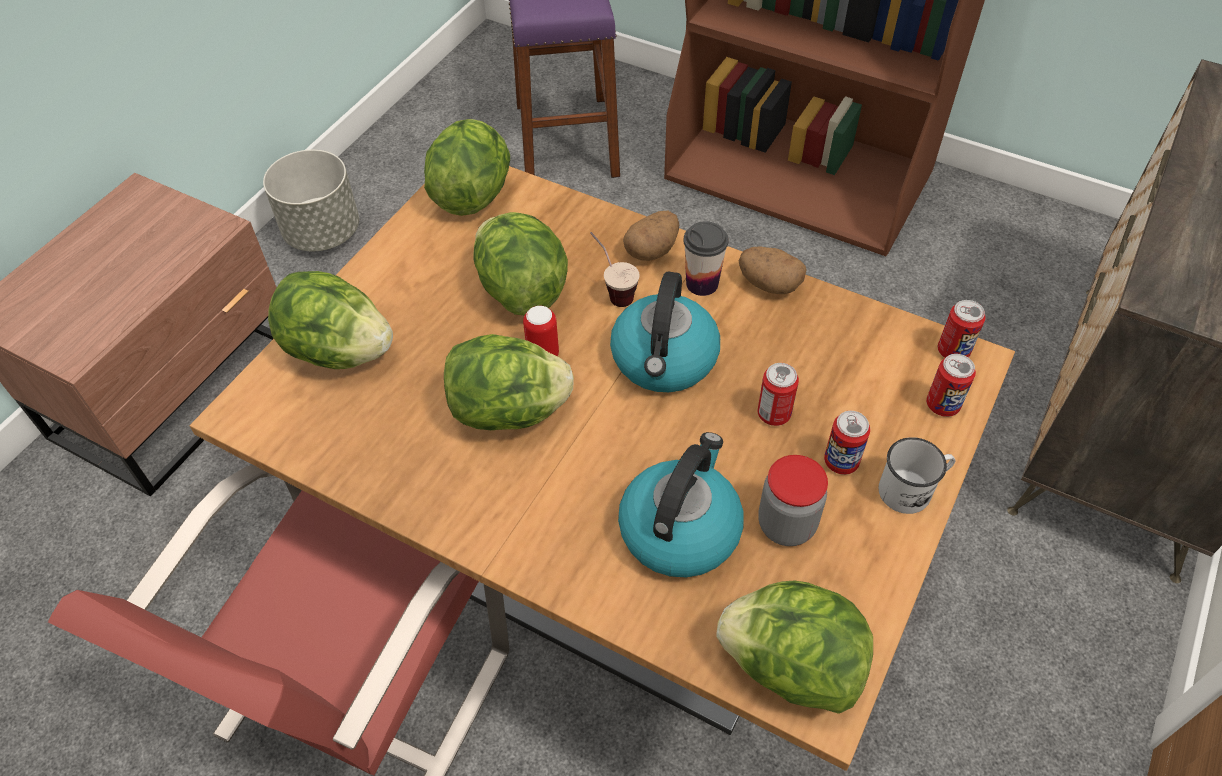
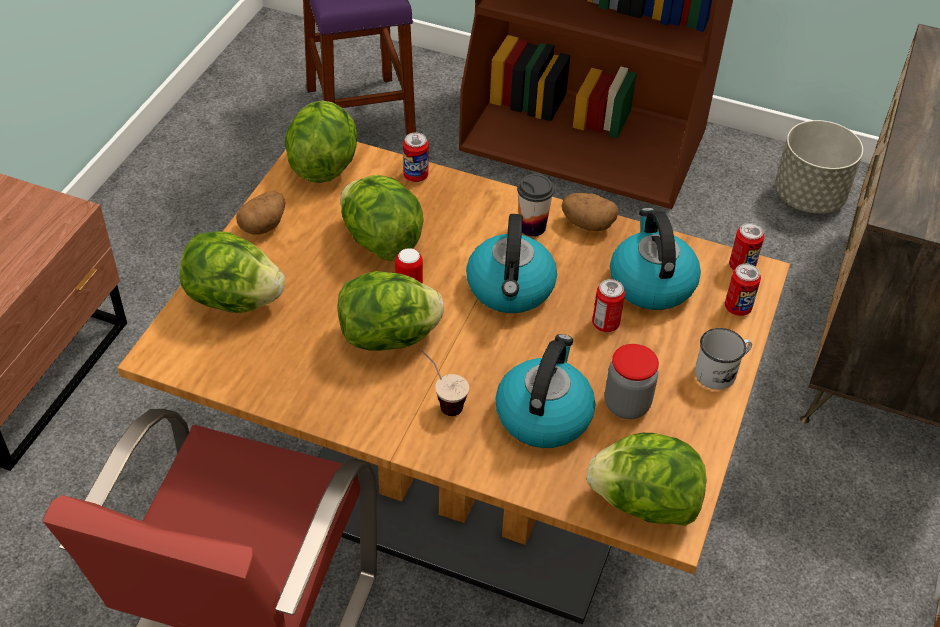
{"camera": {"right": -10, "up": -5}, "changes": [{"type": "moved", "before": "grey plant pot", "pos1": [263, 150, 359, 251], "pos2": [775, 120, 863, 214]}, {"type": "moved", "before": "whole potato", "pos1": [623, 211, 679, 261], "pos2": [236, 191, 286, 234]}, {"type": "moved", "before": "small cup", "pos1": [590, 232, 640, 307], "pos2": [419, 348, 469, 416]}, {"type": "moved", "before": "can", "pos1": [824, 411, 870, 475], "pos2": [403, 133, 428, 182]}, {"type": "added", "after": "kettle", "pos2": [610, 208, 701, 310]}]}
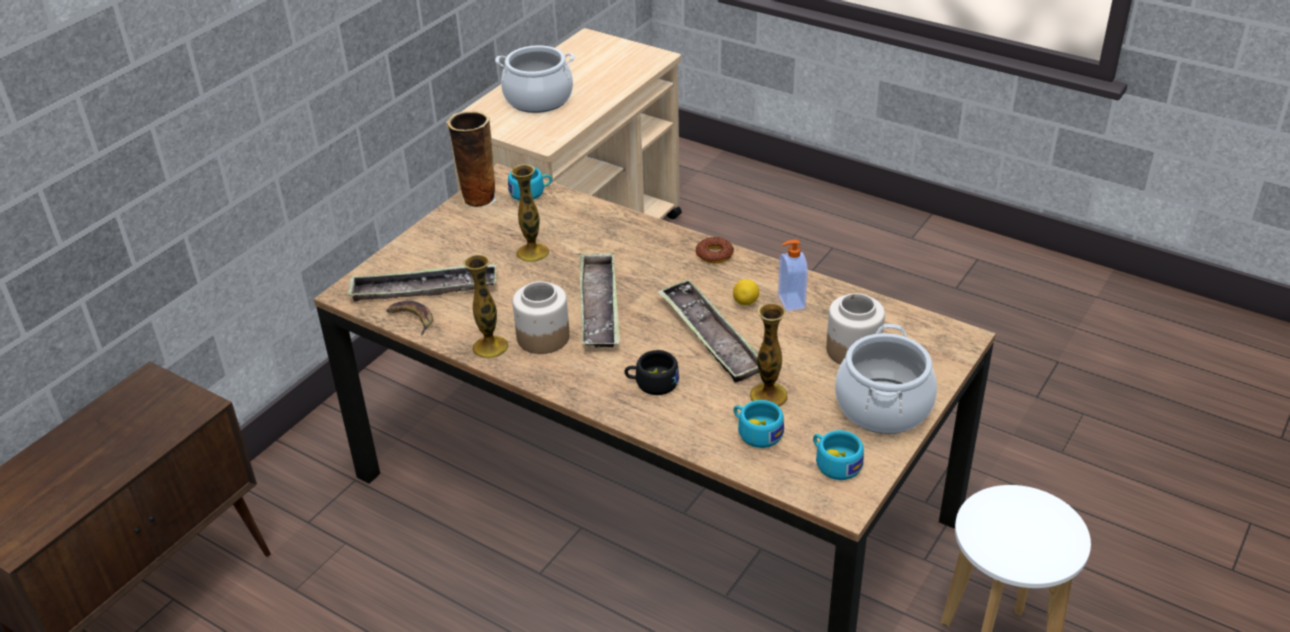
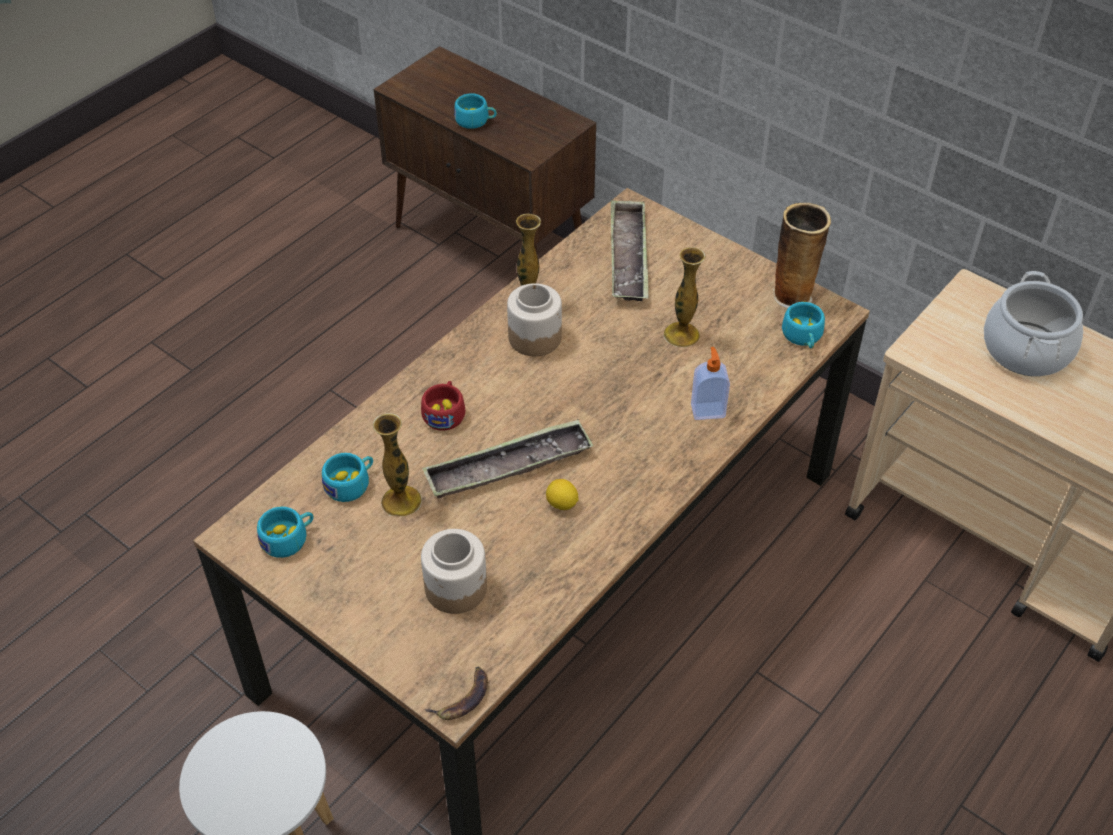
{"camera": {"right": 95, "up": 10}, "changes": [{"type": "removed", "before": "donut", "pos1": [696, 237, 734, 263]}, {"type": "moved", "before": "soap bottle", "pos1": [778, 239, 808, 311], "pos2": [691, 347, 730, 420]}, {"type": "removed", "before": "serving tray", "pos1": [579, 253, 620, 348]}, {"type": "moved", "before": "whole banana", "pos1": [386, 301, 433, 335], "pos2": [425, 667, 488, 720]}, {"type": "removed", "before": "cooking pot", "pos1": [835, 324, 937, 434]}, {"type": "recoloured", "before": "blackish small cup", "after": "red small cup", "pos1": [624, 350, 679, 395], "pos2": [421, 381, 465, 431]}, {"type": "added", "after": "blue-green small cup", "pos2": [454, 93, 497, 129]}]}
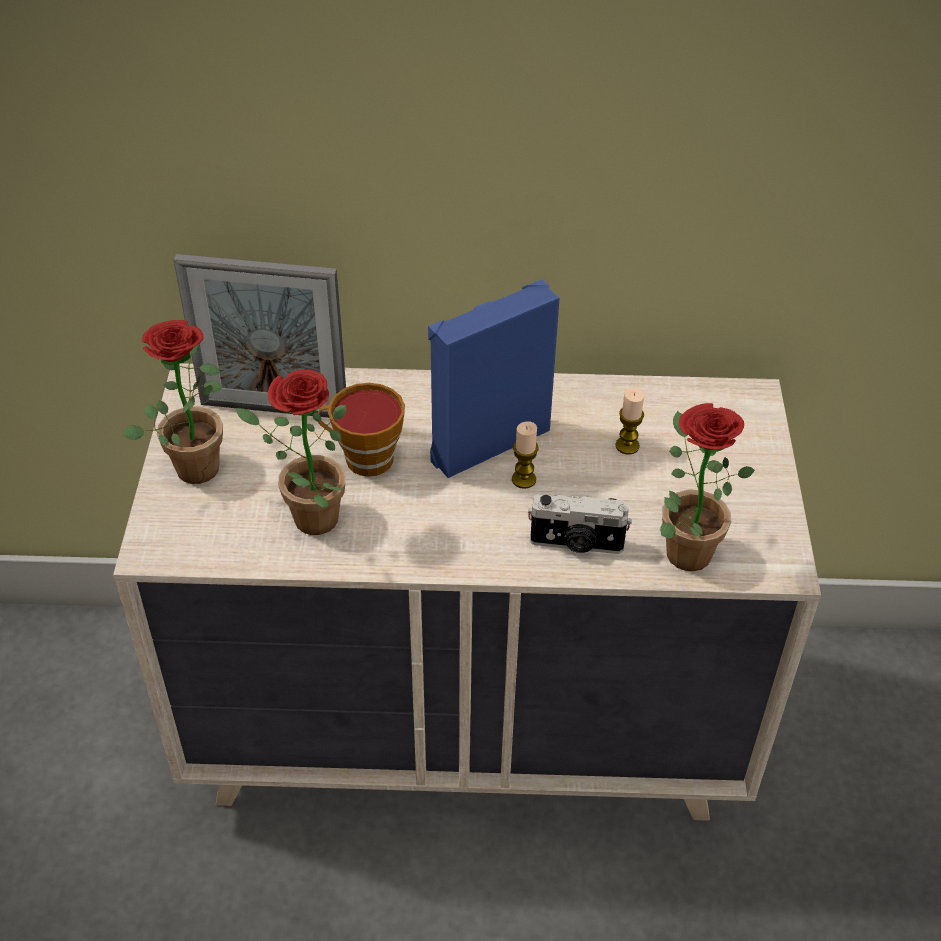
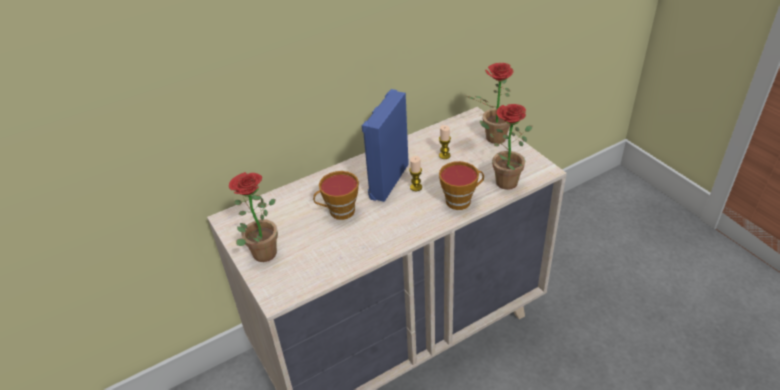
{"camera": {"right": -30, "up": -5}, "changes": [{"type": "removed", "before": "standing frame", "pos1": [173, 254, 346, 418]}, {"type": "moved", "before": "potted plant", "pos1": [235, 370, 346, 535], "pos2": [466, 63, 514, 144]}, {"type": "replaced", "before": "photo camera", "after": "small cup", "pos1": [528, 494, 632, 554], "pos2": [439, 161, 484, 210]}]}
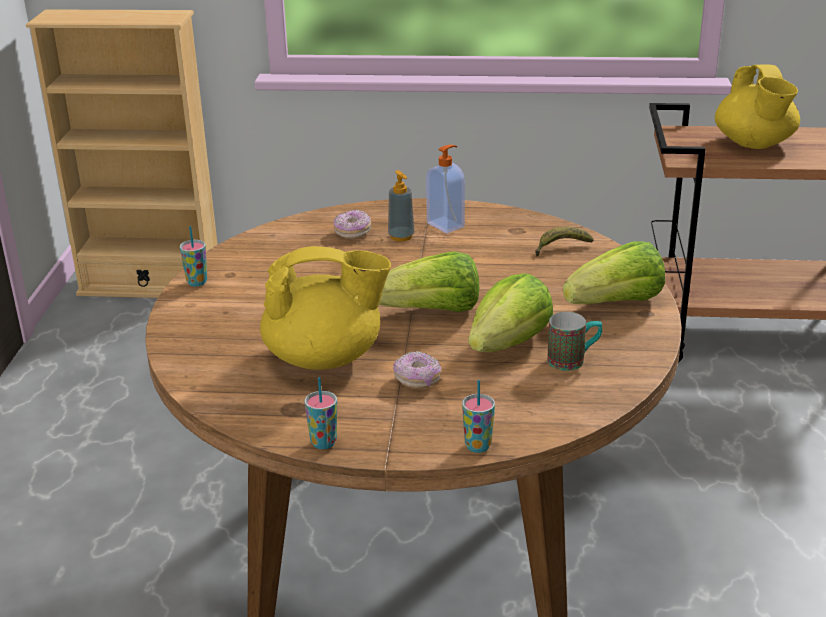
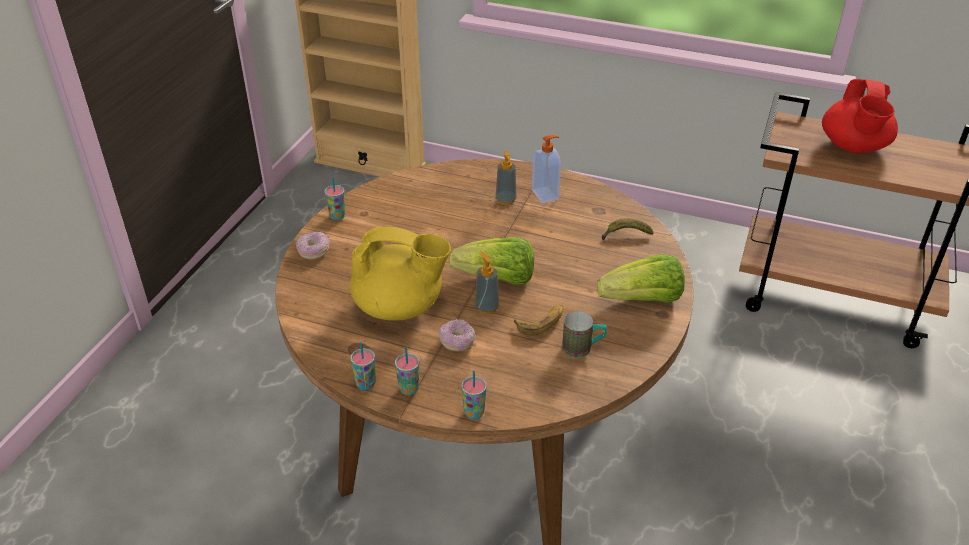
{"camera": {"right": 15, "up": 10}, "changes": [{"type": "recoloured", "before": "yellowish pot for tea", "after": "red pot for tea", "pos1": [715, 64, 800, 149], "pos2": [822, 79, 898, 153]}, {"type": "moved", "before": "donut", "pos1": [333, 210, 371, 239], "pos2": [296, 232, 329, 260]}, {"type": "replaced", "before": "lettuce", "after": "whole banana", "pos1": [468, 273, 553, 352], "pos2": [514, 305, 563, 336]}, {"type": "added", "after": "soap bottle", "pos2": [475, 252, 499, 314]}, {"type": "added", "after": "small cup", "pos2": [395, 347, 419, 395]}]}
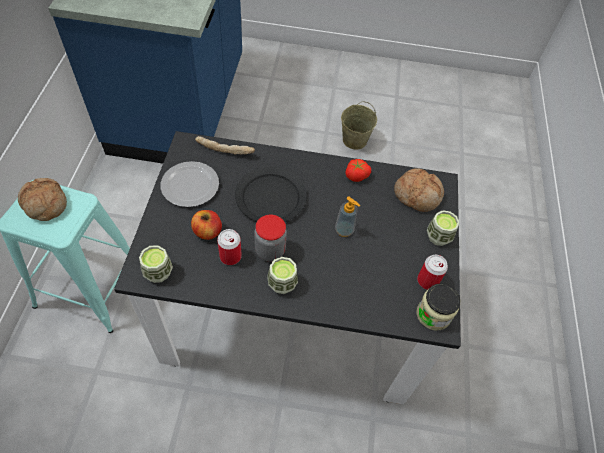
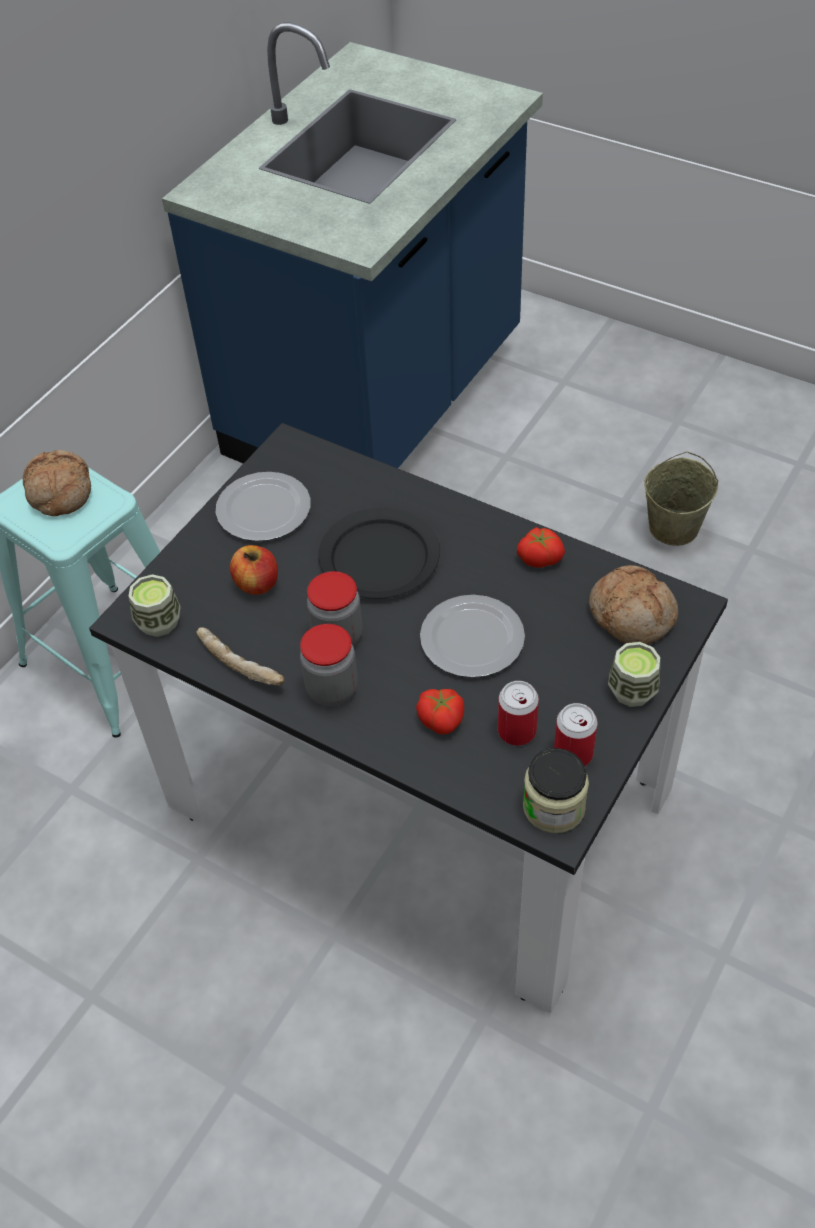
{"camera": {"right": 30, "up": -5}, "changes": [{"type": "moved", "before": "baked bread", "pos1": [195, 136, 255, 155], "pos2": [196, 627, 285, 686]}, {"type": "replaced", "before": "soap bottle", "after": "dinner plate", "pos1": [335, 196, 360, 237], "pos2": [420, 595, 525, 678]}, {"type": "moved", "before": "can", "pos1": [217, 229, 242, 265], "pos2": [498, 681, 539, 746]}, {"type": "replaced", "before": "small cup", "after": "storage jar", "pos1": [267, 257, 298, 294], "pos2": [300, 624, 358, 706]}, {"type": "added", "after": "whole tomato", "pos2": [416, 689, 464, 734]}]}
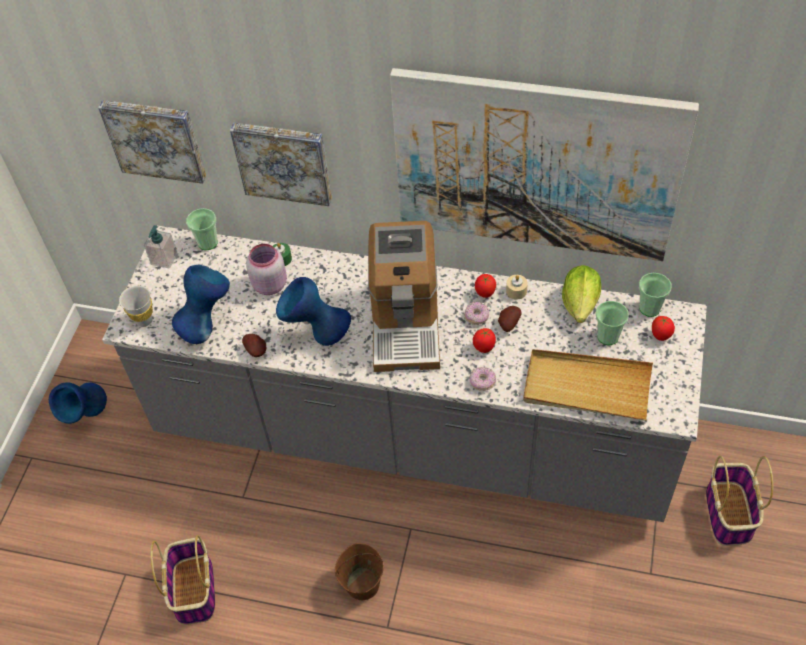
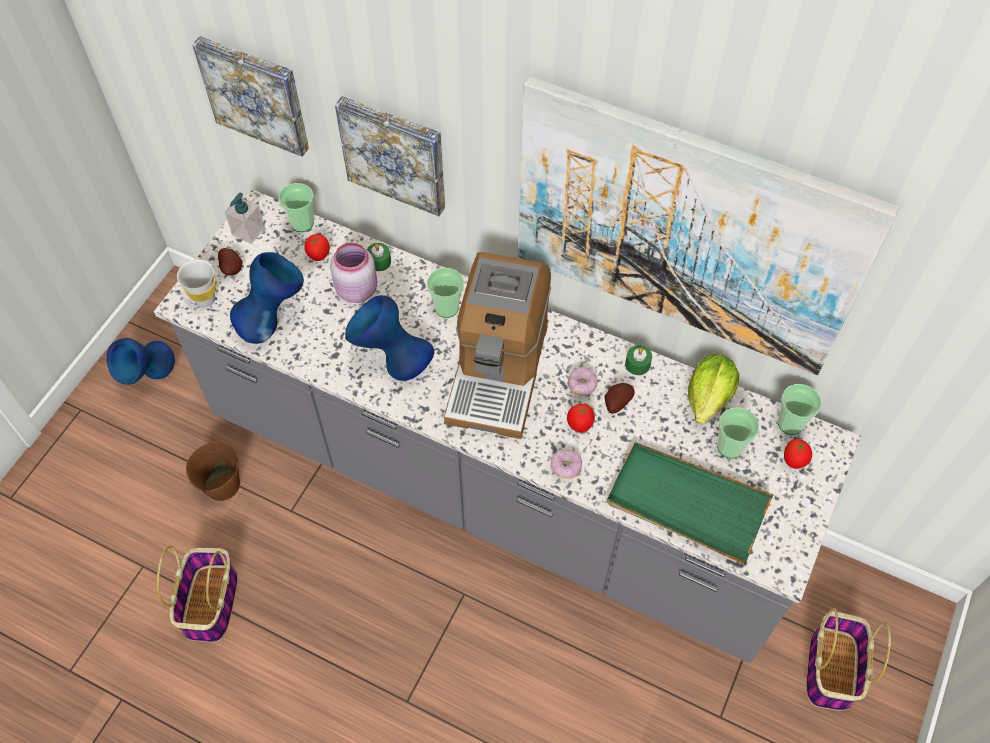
{"camera": {"right": 10, "up": 5}, "changes": [{"type": "moved", "before": "whole tomato", "pos1": [475, 274, 496, 298], "pos2": [304, 234, 330, 261]}, {"type": "recoloured", "before": "beige wax candle", "after": "green-coloured wax candle", "pos1": [506, 275, 528, 300], "pos2": [625, 345, 652, 375]}, {"type": "moved", "before": "whole potato", "pos1": [242, 334, 266, 357], "pos2": [218, 248, 242, 276]}, {"type": "recoloured", "before": "beige serving tray", "after": "green-coloured serving tray", "pos1": [523, 349, 653, 421], "pos2": [607, 442, 774, 565]}, {"type": "moved", "before": "brownish pail", "pos1": [335, 543, 384, 600], "pos2": [186, 440, 240, 501]}, {"type": "added", "after": "small cup", "pos2": [427, 268, 464, 318]}]}
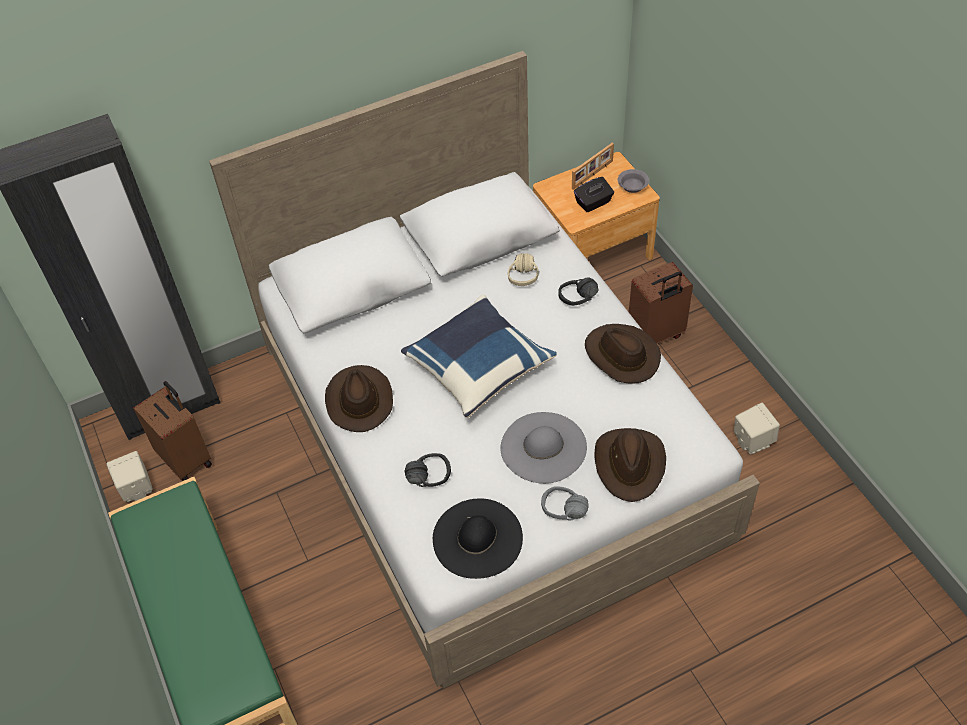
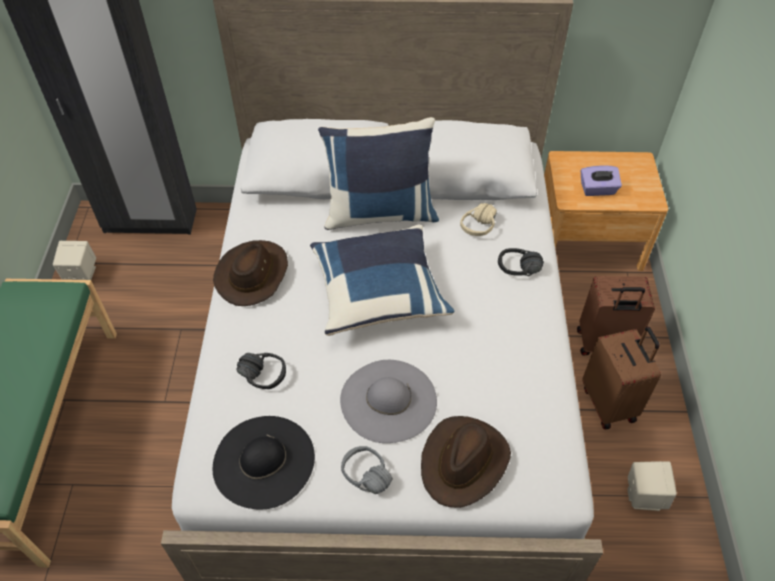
{"camera": {"right": 25, "up": 0}, "changes": [{"type": "removed", "before": "standing frame", "pos1": [572, 143, 614, 190]}, {"type": "removed", "before": "grey serving bowl", "pos1": [618, 169, 649, 193]}, {"type": "recoloured", "before": "blackish box of tissues", "after": "purplish box of tissues", "pos1": [574, 177, 614, 212], "pos2": [581, 166, 622, 196]}, {"type": "removed", "before": "brownish clothing hat", "pos1": [585, 324, 661, 384]}, {"type": "moved", "before": "brownish piece of luggage", "pos1": [133, 381, 212, 481], "pos2": [582, 327, 661, 430]}, {"type": "added", "after": "blue-coloured throw pillow", "pos2": [318, 117, 439, 230]}]}
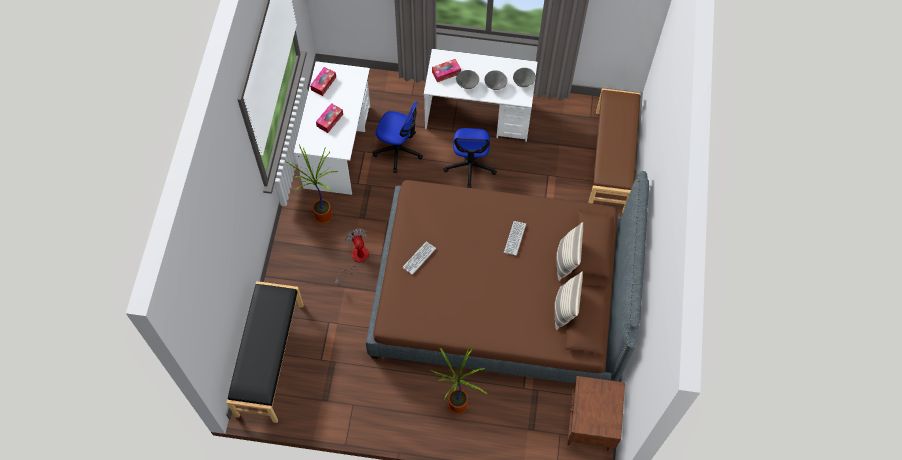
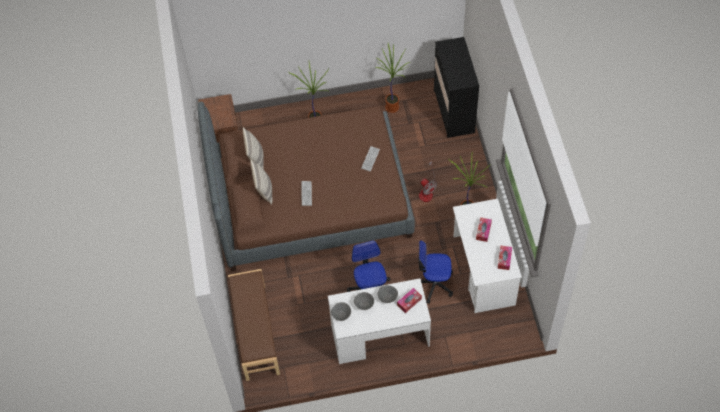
{"camera": {"right": 165, "up": -5}, "changes": [{"type": "replaced", "before": "blackish long seat", "after": "blackish drawer chest", "pos1": [226, 281, 304, 423], "pos2": [434, 37, 479, 138]}, {"type": "added", "after": "potted plant", "pos2": [375, 43, 410, 113]}]}
